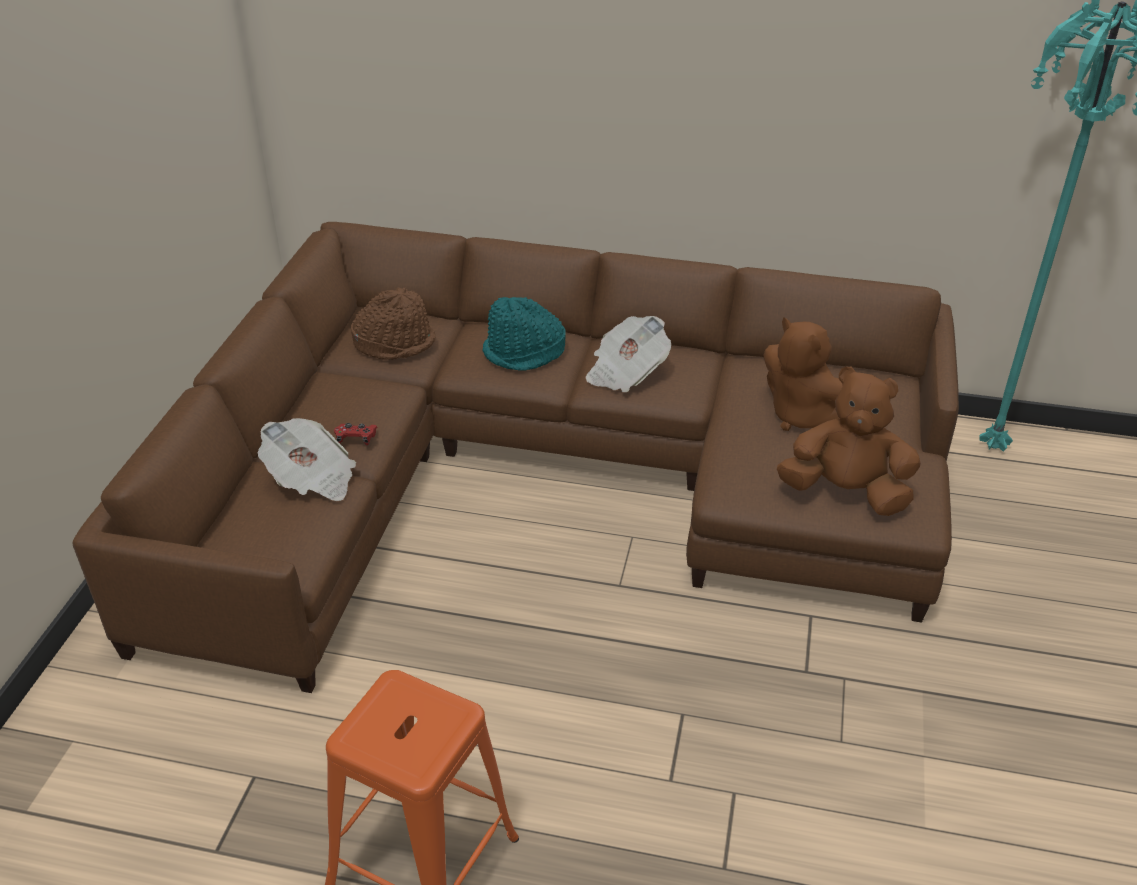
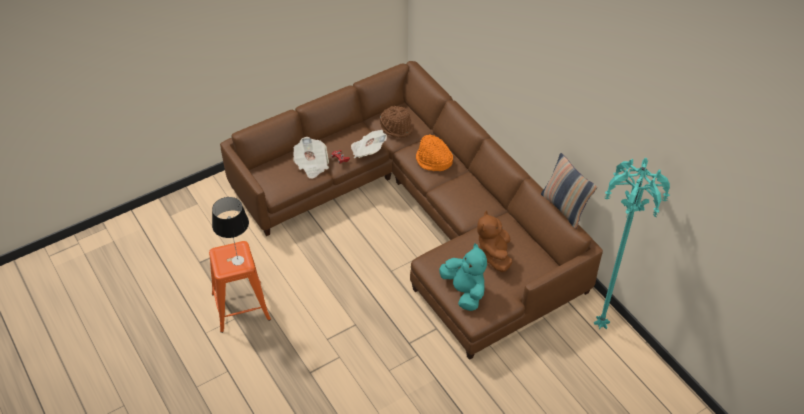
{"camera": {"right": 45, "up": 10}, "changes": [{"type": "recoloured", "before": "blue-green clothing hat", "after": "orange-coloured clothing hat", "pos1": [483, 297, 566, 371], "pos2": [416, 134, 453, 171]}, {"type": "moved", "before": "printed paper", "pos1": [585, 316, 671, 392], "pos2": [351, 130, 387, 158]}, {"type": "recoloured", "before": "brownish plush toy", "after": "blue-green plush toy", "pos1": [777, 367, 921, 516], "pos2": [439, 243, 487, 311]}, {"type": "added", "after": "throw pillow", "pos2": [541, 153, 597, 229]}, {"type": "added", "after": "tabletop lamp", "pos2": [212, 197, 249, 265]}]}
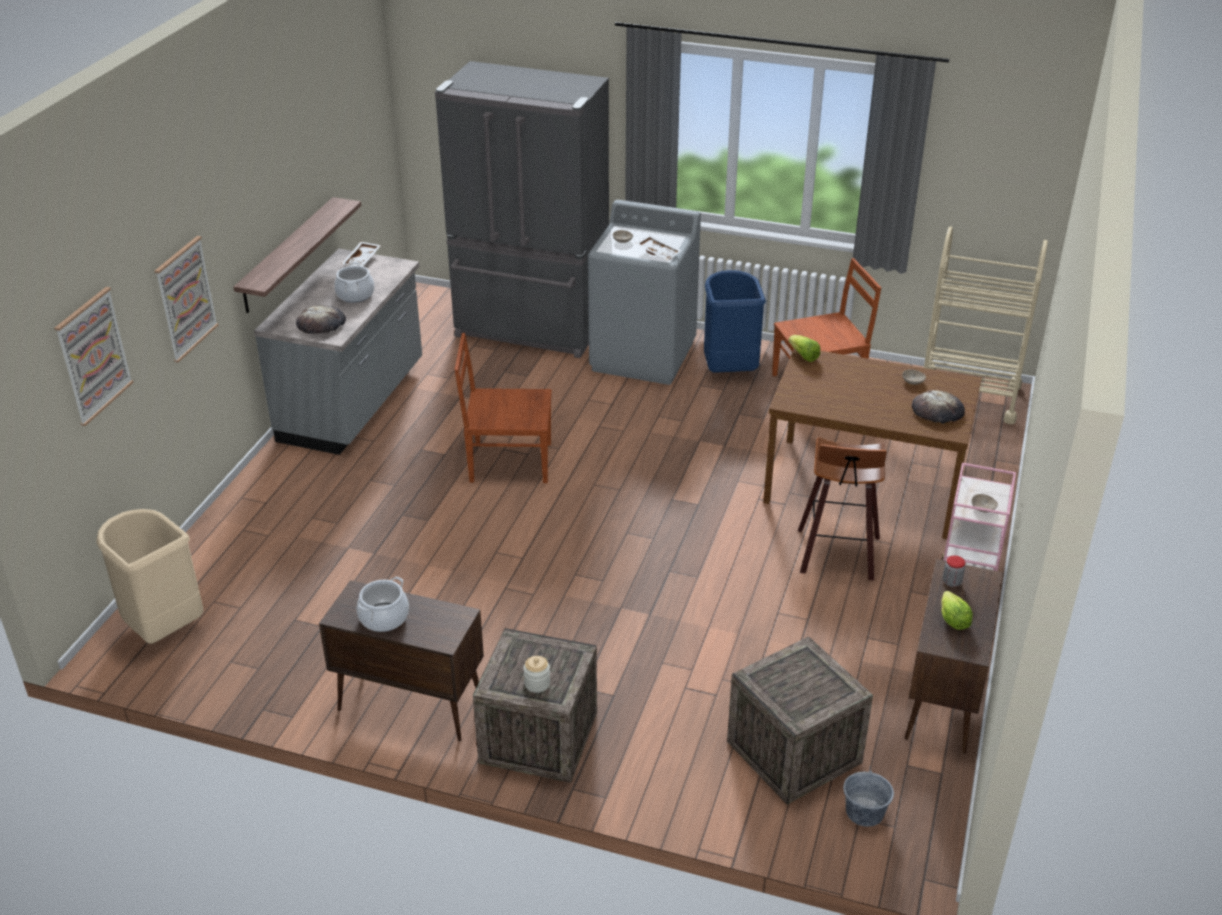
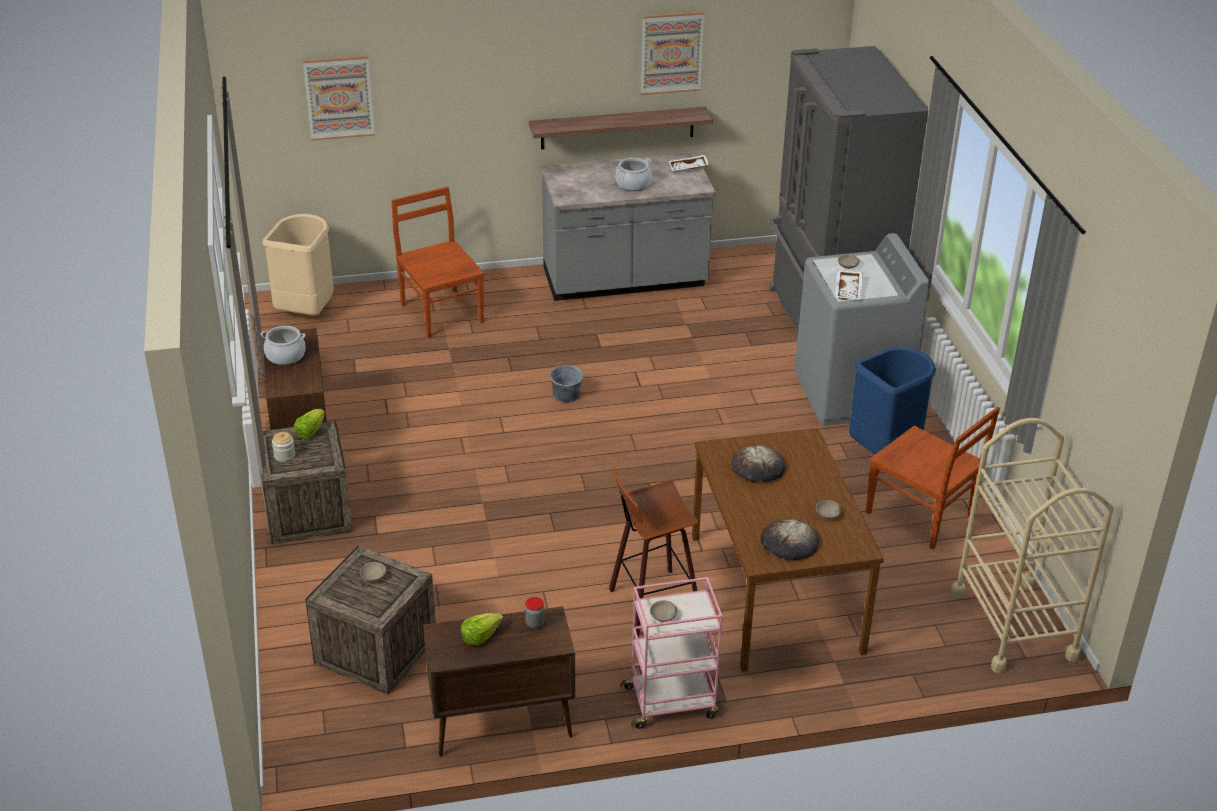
{"camera": {"right": 60, "up": 0}, "changes": [{"type": "moved", "before": "wall art", "pos1": [154, 236, 219, 363], "pos2": [640, 11, 704, 95]}, {"type": "moved", "before": "baked bread", "pos1": [296, 305, 346, 334], "pos2": [731, 445, 786, 482]}, {"type": "moved", "before": "brownish chair", "pos1": [454, 333, 552, 483], "pos2": [391, 187, 484, 338]}, {"type": "moved", "before": "lettuce", "pos1": [788, 335, 820, 362], "pos2": [294, 409, 325, 440]}, {"type": "moved", "before": "grey pail", "pos1": [843, 766, 894, 827], "pos2": [550, 359, 583, 402]}, {"type": "added", "after": "beige serving bowl", "pos2": [360, 562, 386, 582]}]}
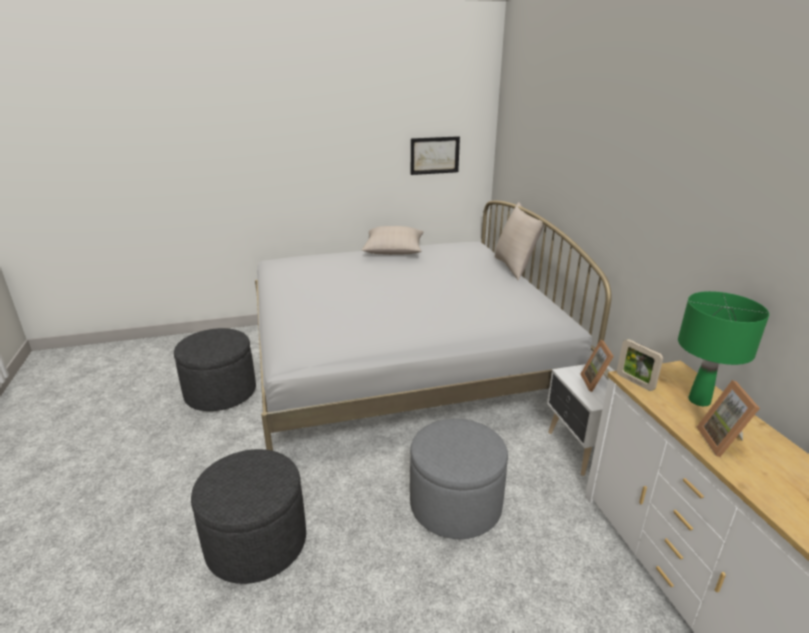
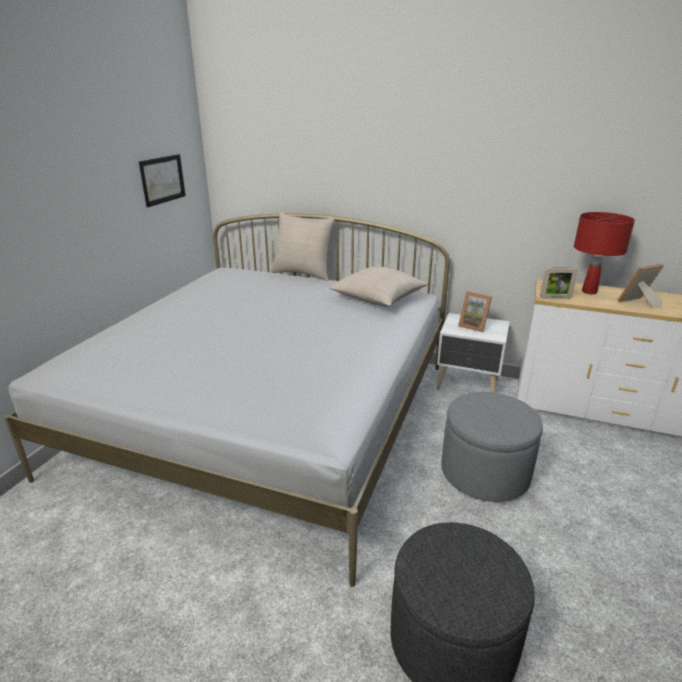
{"camera": {"right": -55, "up": 0}, "changes": [{"type": "moved", "before": "beige throw pillow", "pos1": [362, 226, 424, 255], "pos2": [328, 266, 428, 307]}, {"type": "recoloured", "before": "green-coloured tabletop lamp", "after": "red tabletop lamp", "pos1": [678, 291, 769, 406], "pos2": [574, 212, 635, 294]}, {"type": "removed", "before": "grey footrest", "pos1": [174, 328, 256, 411]}, {"type": "turned", "before": "standing frame", "pos1": [697, 380, 760, 457], "pos2": [618, 264, 664, 308], "turn": 120}]}
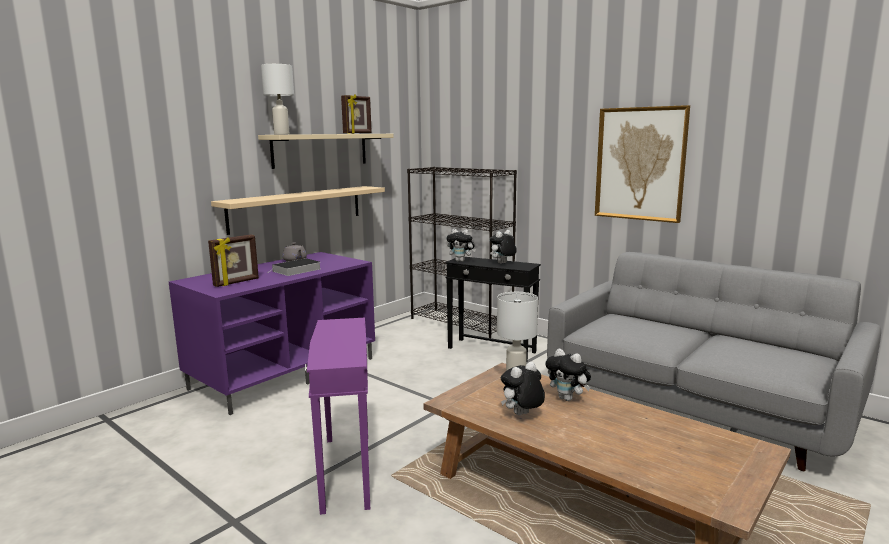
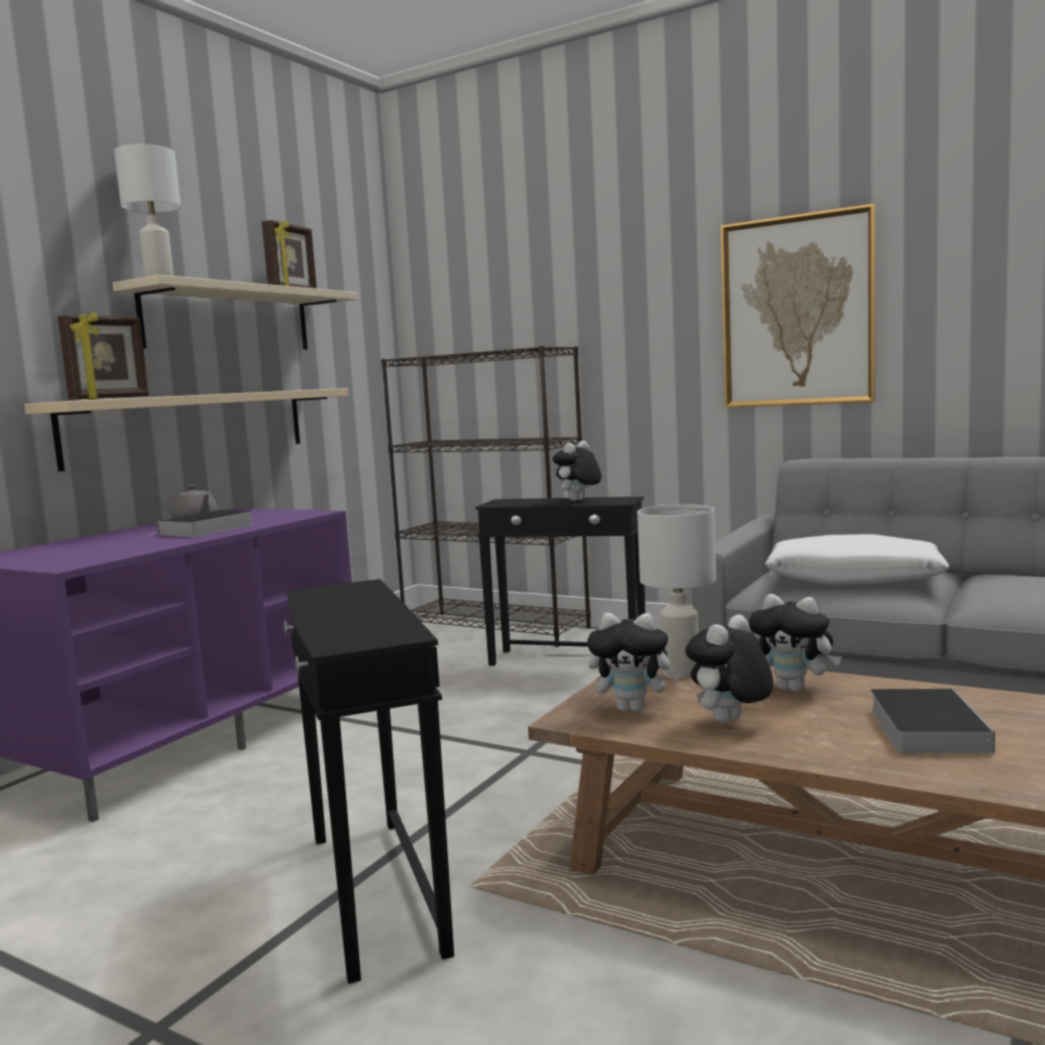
{"camera": {"right": -10, "up": -5}, "changes": [{"type": "moved", "before": "plush toy", "pos1": [446, 229, 476, 262], "pos2": [587, 613, 681, 712]}, {"type": "moved", "before": "standing frame", "pos1": [208, 234, 259, 287], "pos2": [58, 312, 149, 400]}, {"type": "recoloured", "before": "purplish accent table", "after": "blackish accent table", "pos1": [305, 318, 370, 515], "pos2": [284, 579, 454, 984]}, {"type": "added", "after": "white throw pillow", "pos2": [765, 534, 949, 585]}, {"type": "added", "after": "book", "pos2": [871, 689, 995, 754]}]}
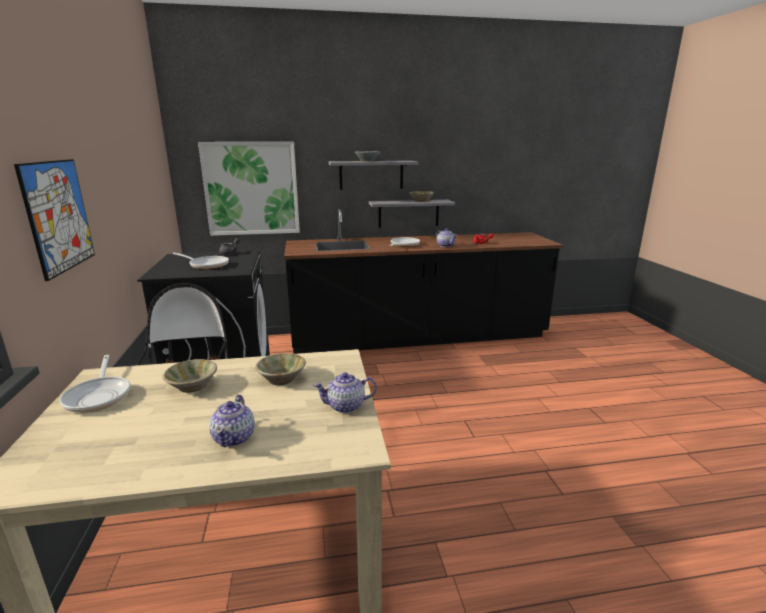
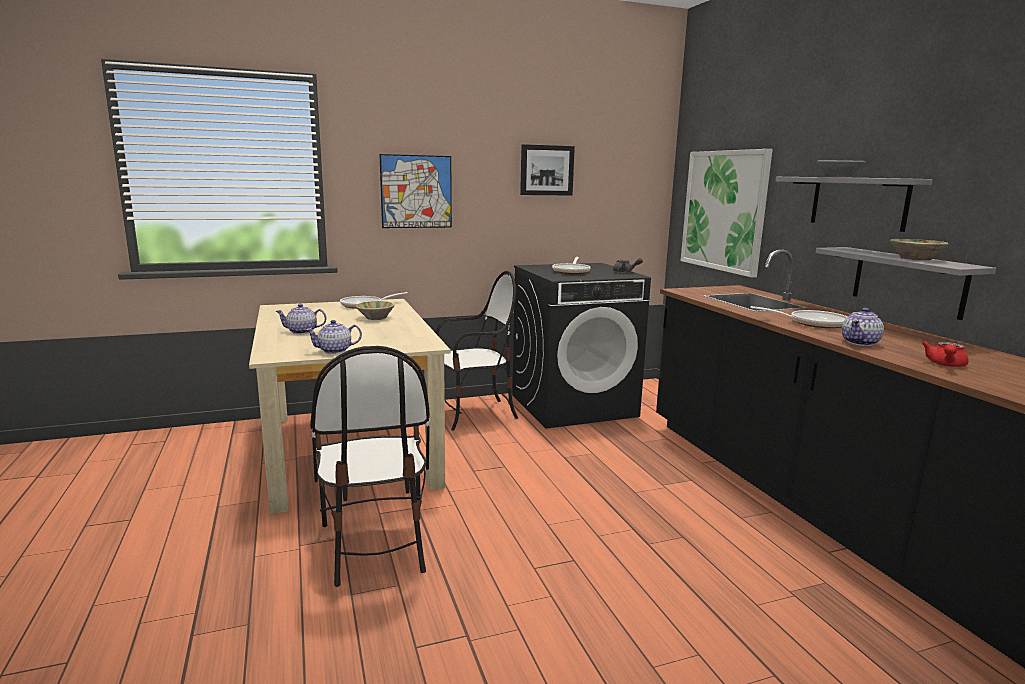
{"camera": {"right": 80, "up": -5}, "changes": [{"type": "removed", "before": "beige serving bowl", "pos1": [255, 353, 306, 385]}, {"type": "turned", "before": "pot for tea", "pos1": [313, 372, 377, 413], "pos2": [306, 320, 362, 354], "turn": -90}, {"type": "added", "after": "wall art", "pos2": [520, 144, 575, 196]}, {"type": "added", "after": "chair", "pos2": [310, 346, 430, 587]}]}
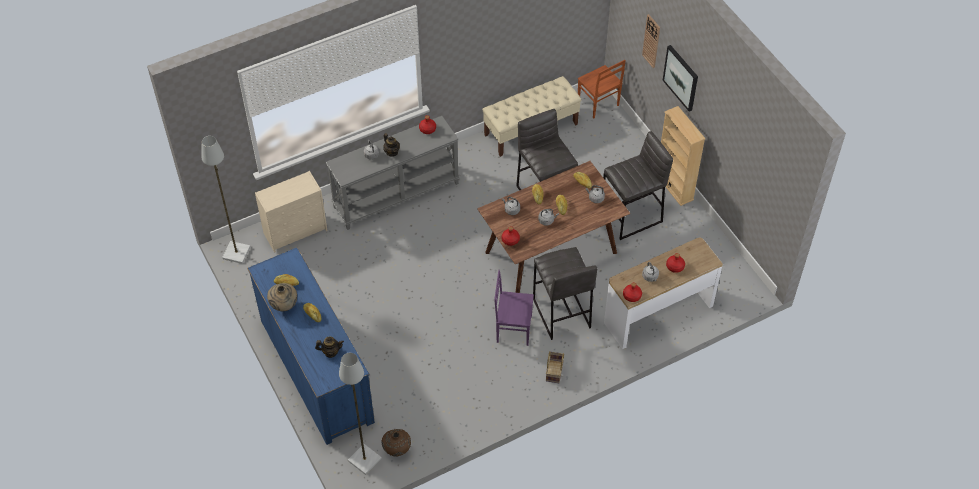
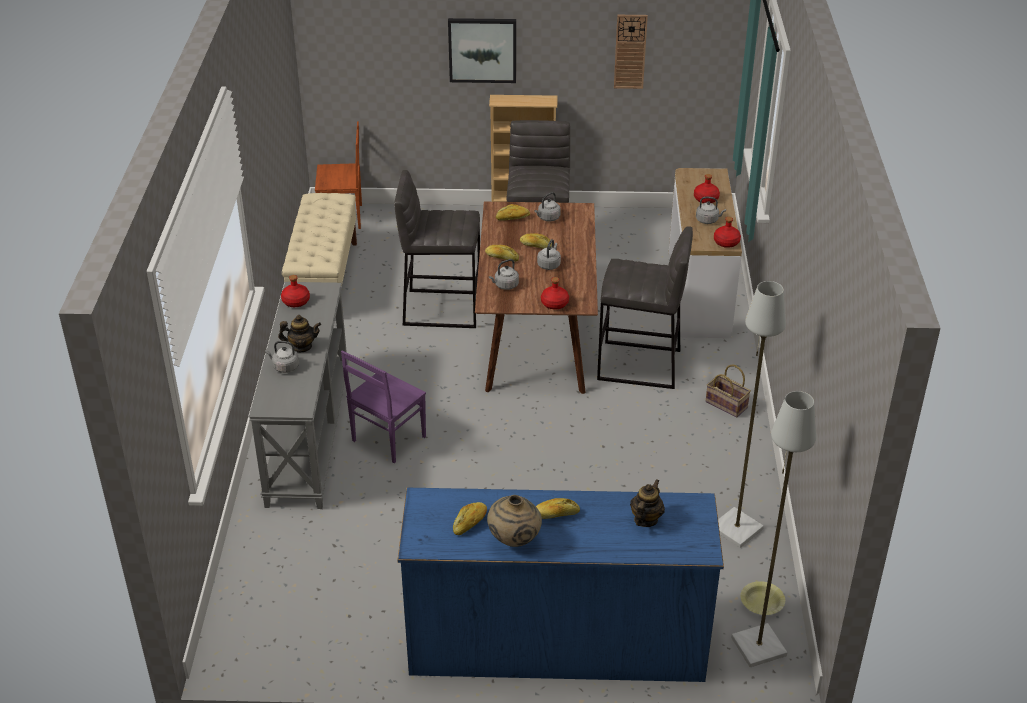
{"camera": {"right": -60, "up": -15}, "changes": [{"type": "moved", "before": "hanging clock", "pos1": [642, 14, 660, 68], "pos2": [614, 15, 648, 89]}, {"type": "moved", "before": "grey floor lamp", "pos1": [201, 136, 251, 264], "pos2": [718, 281, 786, 548]}, {"type": "removed", "before": "beige drawer chest", "pos1": [255, 171, 328, 253]}, {"type": "moved", "before": "purplish chair", "pos1": [494, 270, 534, 346], "pos2": [341, 350, 426, 463]}, {"type": "replaced", "before": "brownish flower vase", "after": "yellowish serving bowl", "pos1": [382, 429, 411, 457], "pos2": [740, 581, 785, 615]}]}
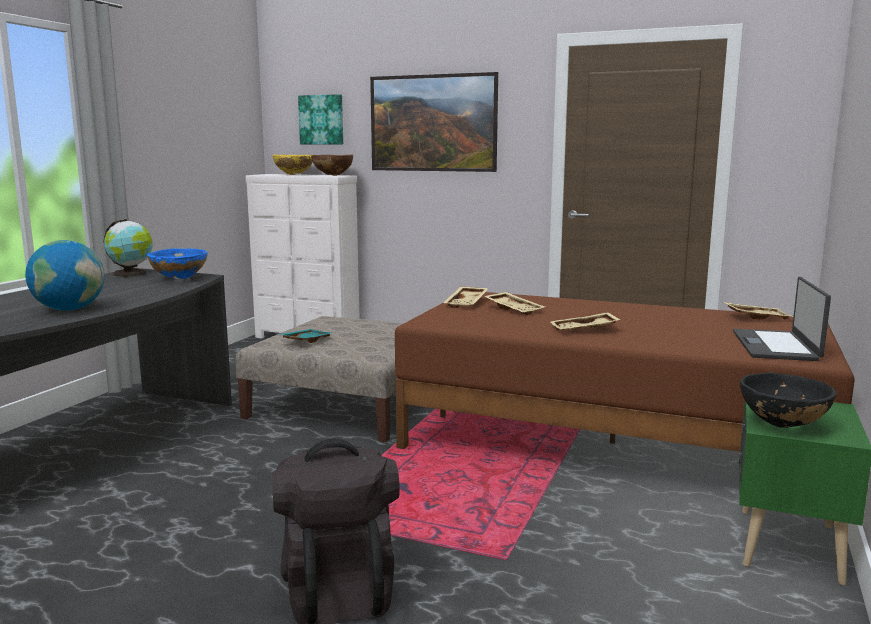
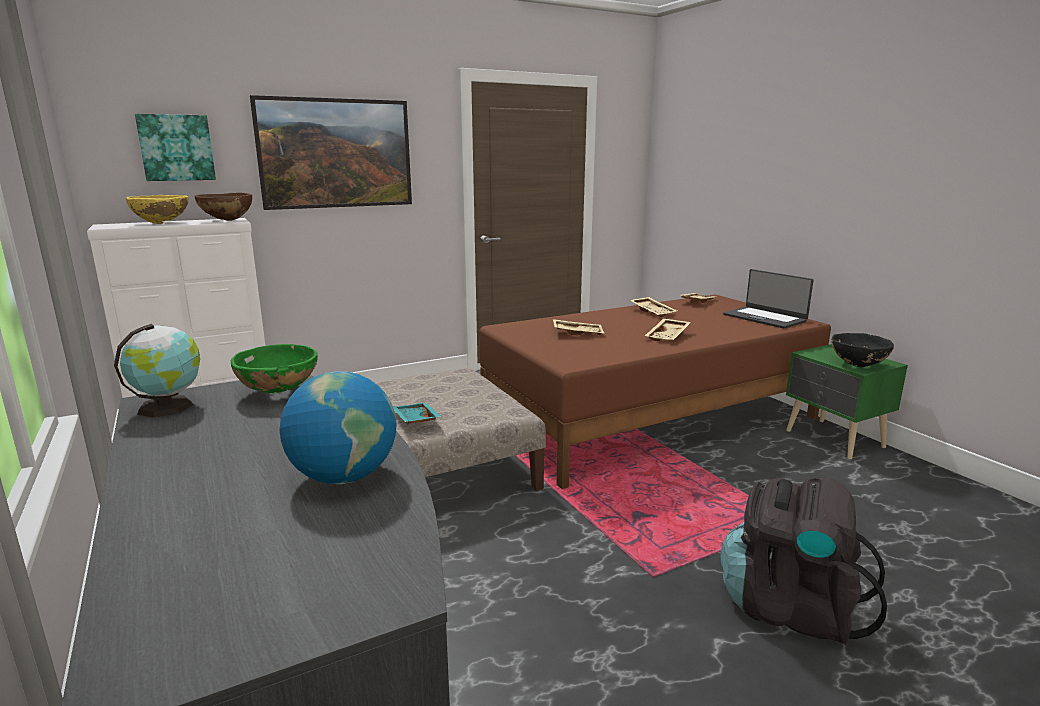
{"camera": {"right": -50, "up": 5}, "changes": [{"type": "recoloured", "before": "blue-coloured serving bowl", "after": "green-coloured serving bowl", "pos1": [147, 248, 207, 280], "pos2": [231, 344, 318, 393]}, {"type": "moved", "before": "beige serving tray", "pos1": [443, 287, 489, 308], "pos2": [630, 297, 677, 317]}]}
